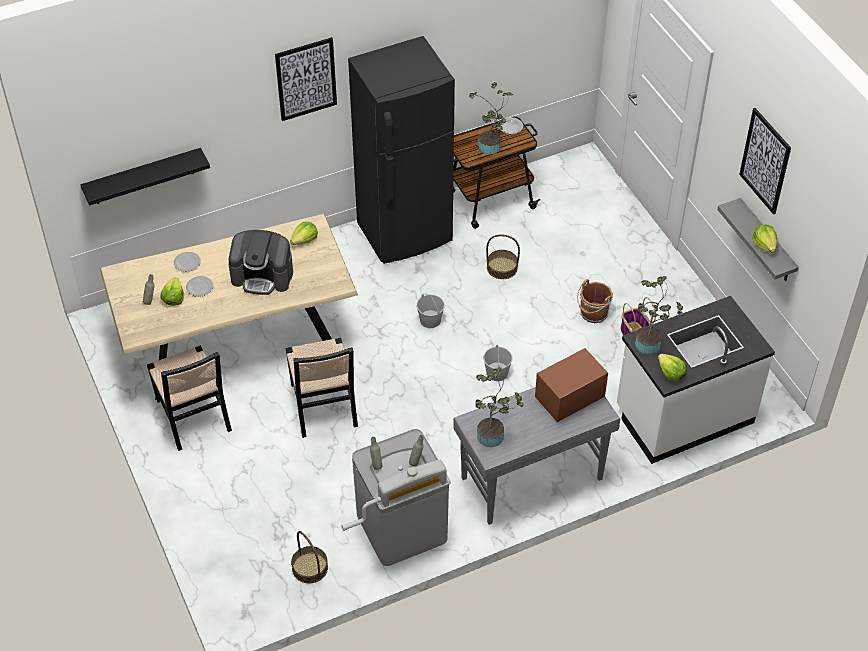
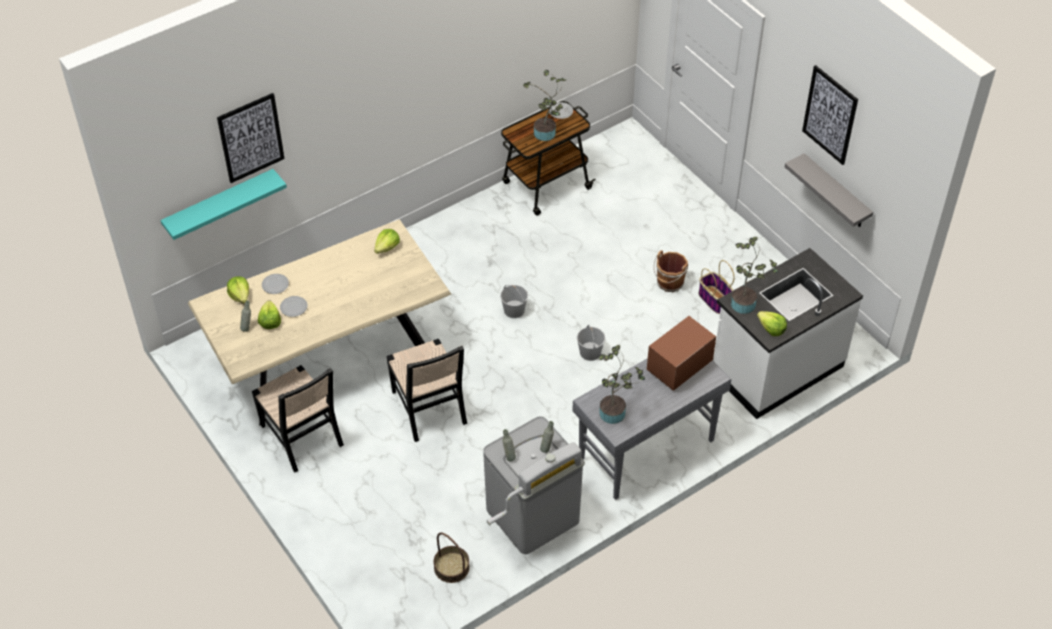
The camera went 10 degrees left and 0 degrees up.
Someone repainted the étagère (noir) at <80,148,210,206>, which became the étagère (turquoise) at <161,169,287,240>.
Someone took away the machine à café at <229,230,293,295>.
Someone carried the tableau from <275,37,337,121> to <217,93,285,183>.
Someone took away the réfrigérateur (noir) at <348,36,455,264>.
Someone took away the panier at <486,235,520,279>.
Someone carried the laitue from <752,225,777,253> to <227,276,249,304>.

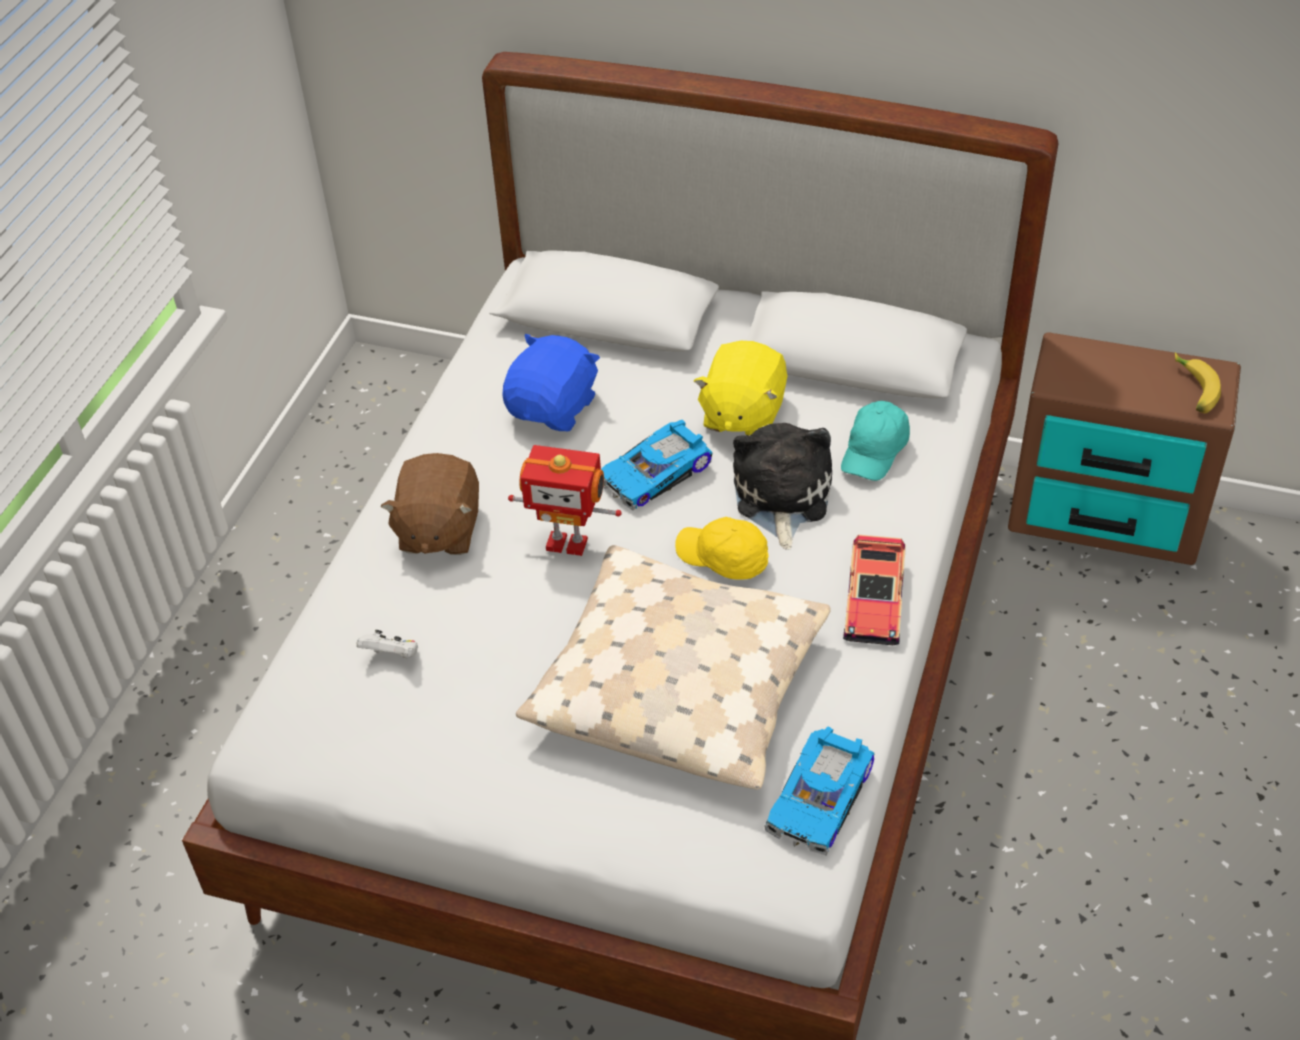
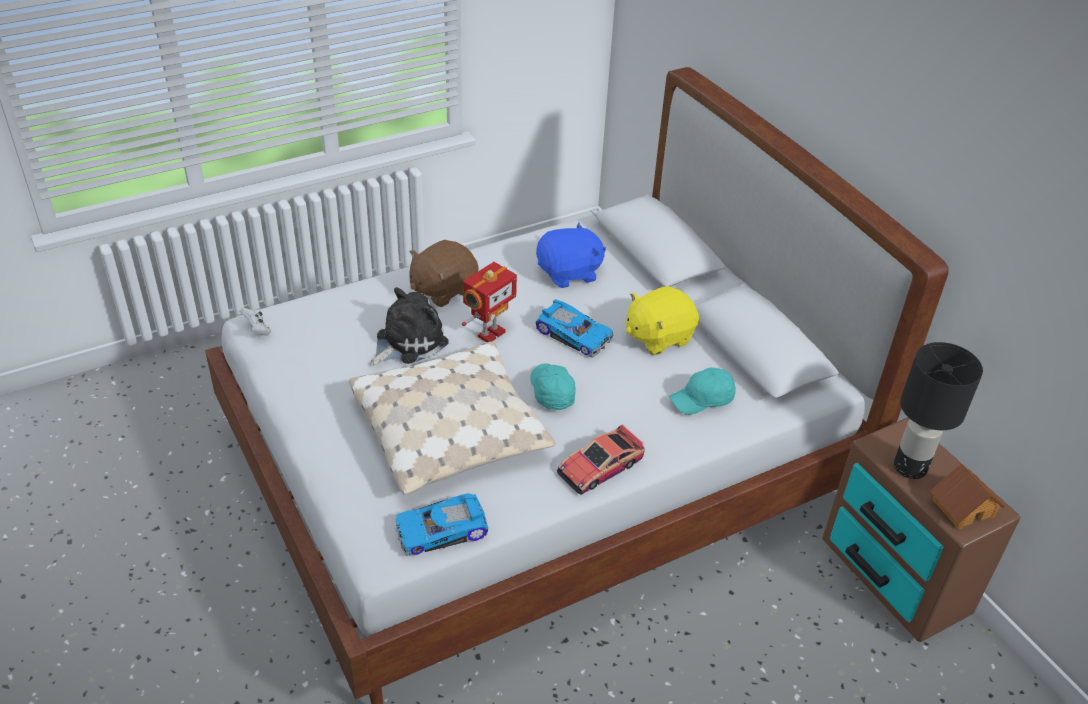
The camera went 40 degrees right and 5 degrees down.
Someone carried the manette (blanc) from <357,630,418,658> to <240,308,271,336>.
Someone rotated the robot jouet at <508,445,622,556> by 105 degrees counterclockwise.
Someone rotated the petite voiture at <601,420,712,511> by 150 degrees counterclockwise.
Someone repainted the casquette (jaune) at <675,517,769,580>, which became the casquette (turquoise) at <530,363,576,410>.
Someone carried the peluche from <733,423,832,550> to <371,287,449,366>.
Someone swapped the banane at <1175,352,1221,413> for the maison miniature at <930,463,1005,530>.
Someone put down the lampe de table (noir) at <894,342,983,479>.

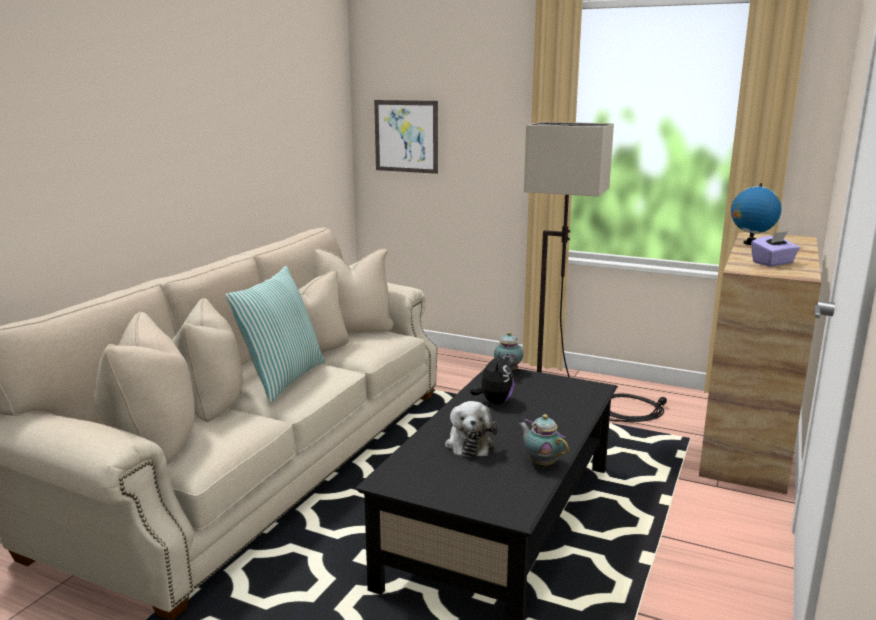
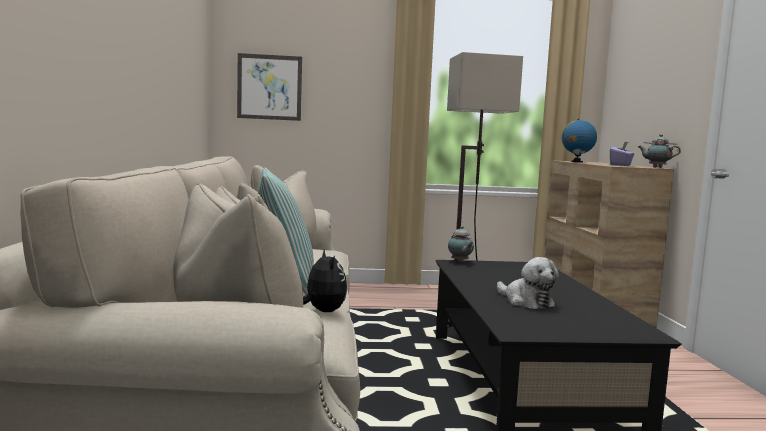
The camera went 30 degrees left and 10 degrees down.
Someone carried the peluche from <470,350,514,404> to <303,249,347,312>.
Someone carried the théière from <519,414,569,466> to <638,134,681,168>.

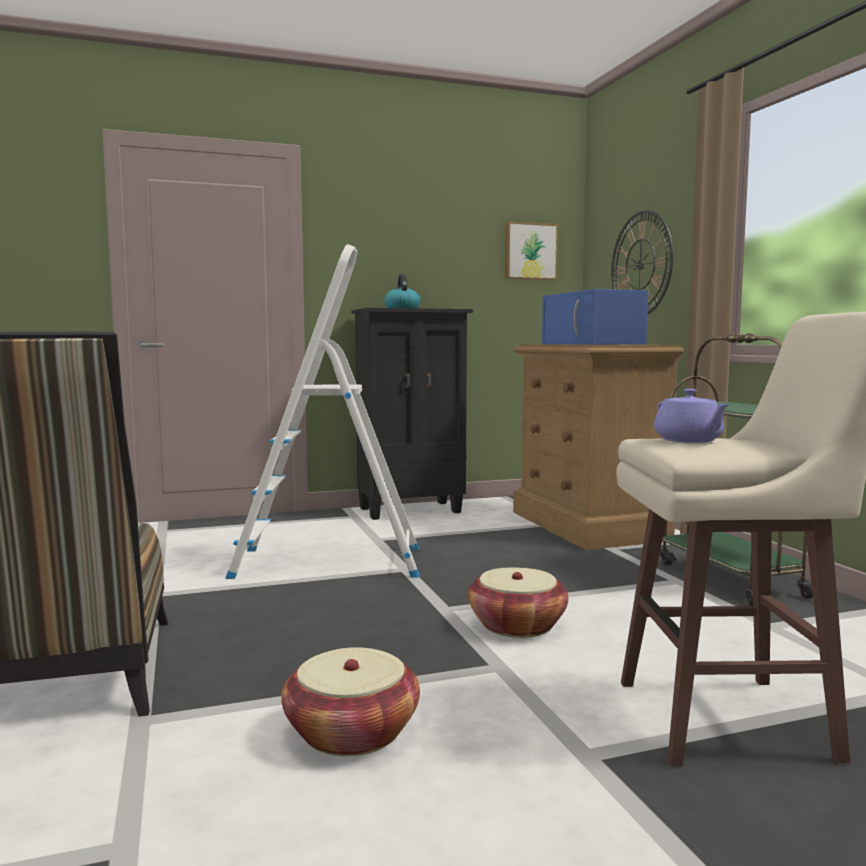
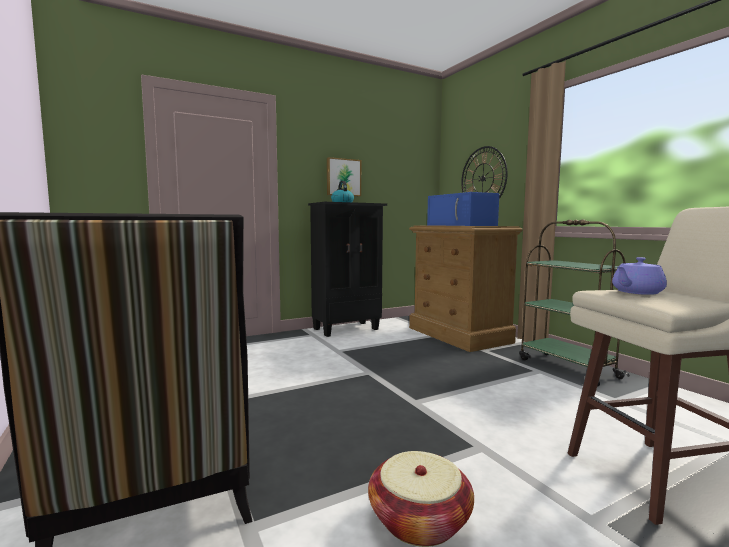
The camera went 10 degrees left and 0 degrees up.
Someone took away the escabeau (blanc) at <225,244,420,579>.
Someone took away the panier at <468,567,568,638>.
Someone carried the tableau from <505,221,558,280> to <327,157,361,197>.
Someone rotated the théière (violet) at <654,389,730,443> by 90 degrees clockwise.

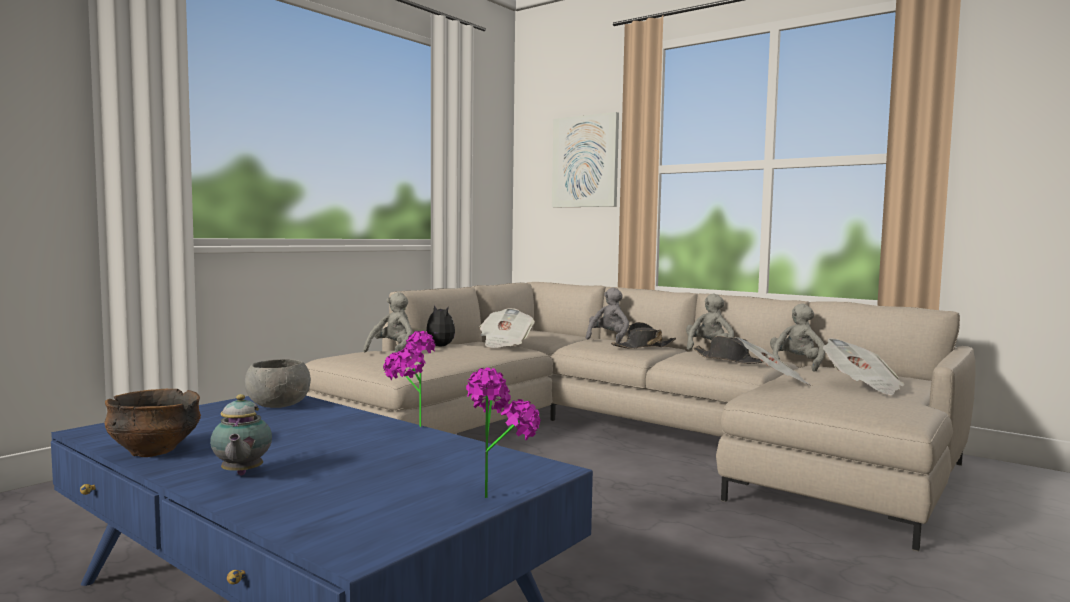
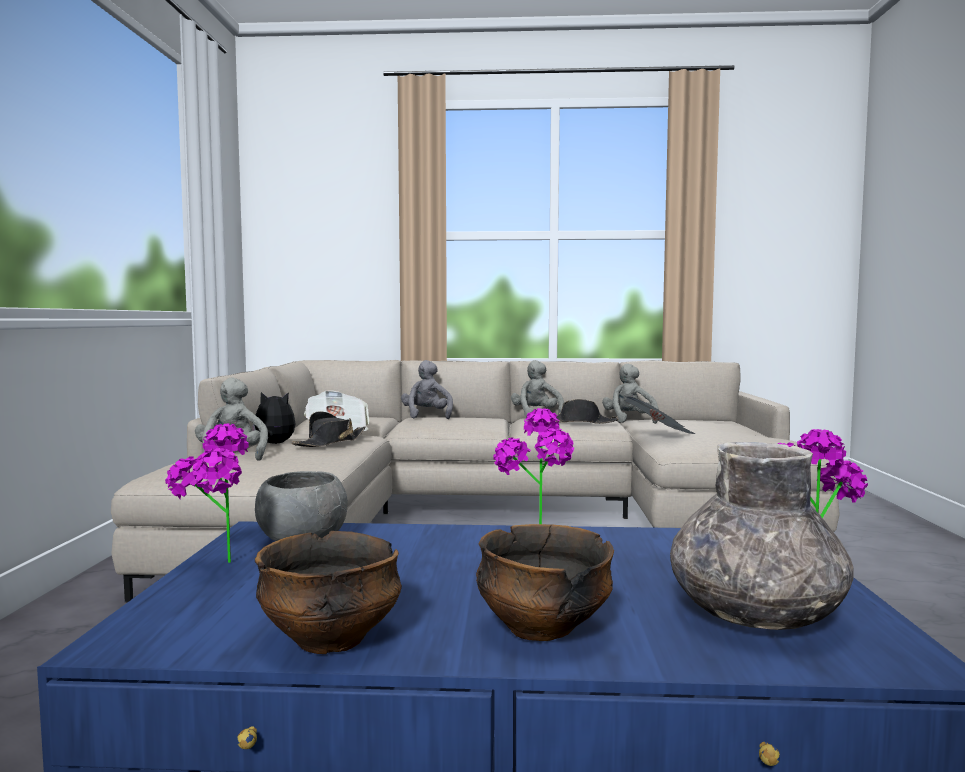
The camera went 35 degrees left and 0 degrees up.
Someone swapped the théière at <210,394,272,476> for the bol at <476,524,614,641>.
Someone took away the tableau at <552,112,619,207>.
Someone carried the chapeau (noir) from <611,322,676,349> to <291,411,366,447>.
Someone took away the journal at <823,338,904,395>.
Someone put down the plante en pot at <165,424,249,563>.
Someone put down the vase (gris) at <670,442,853,630>.

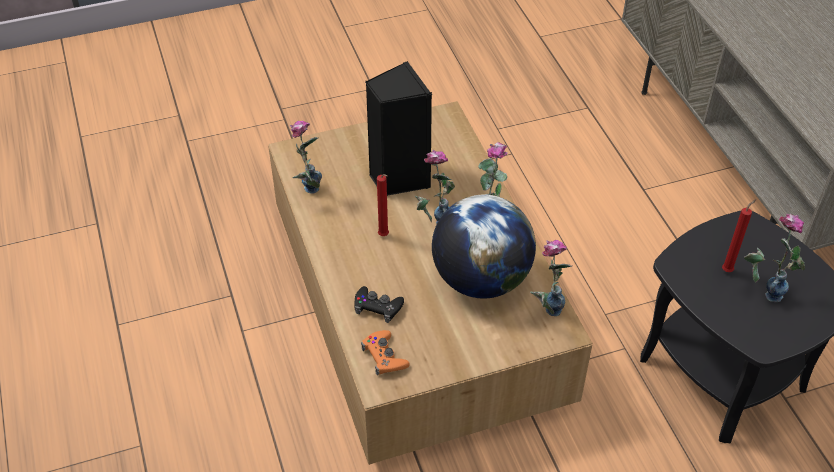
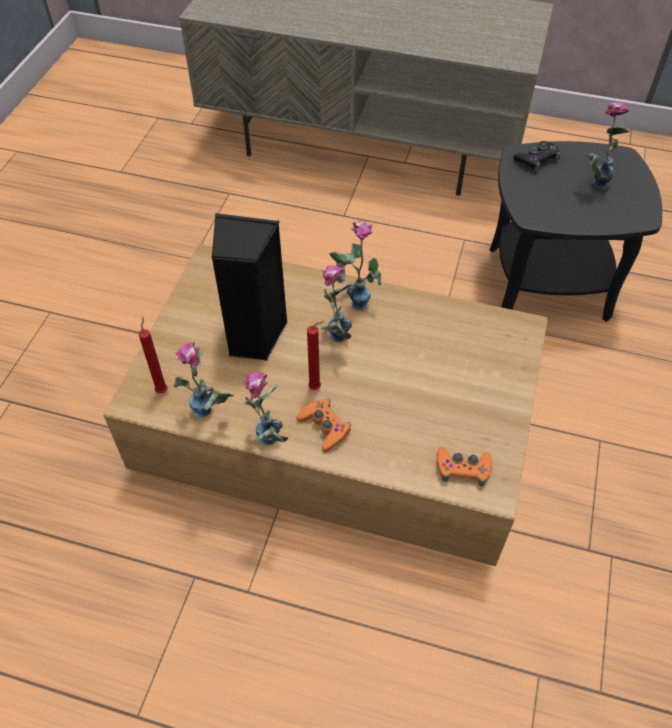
The camera went 55 degrees left and 5 degrees up.
Someone carried the manette (noir) from <354,286,404,323> to <513,141,561,171>.
Someone took away the globe at <432,194,536,299>.
Someone carried the vase from <530,240,572,316> to <242,373,288,445>.
Someone carried the bougie (rouge) from <722,199,756,272> to <139,318,167,393>.
Someone put down the manette (orange) at <297,399,351,453>.

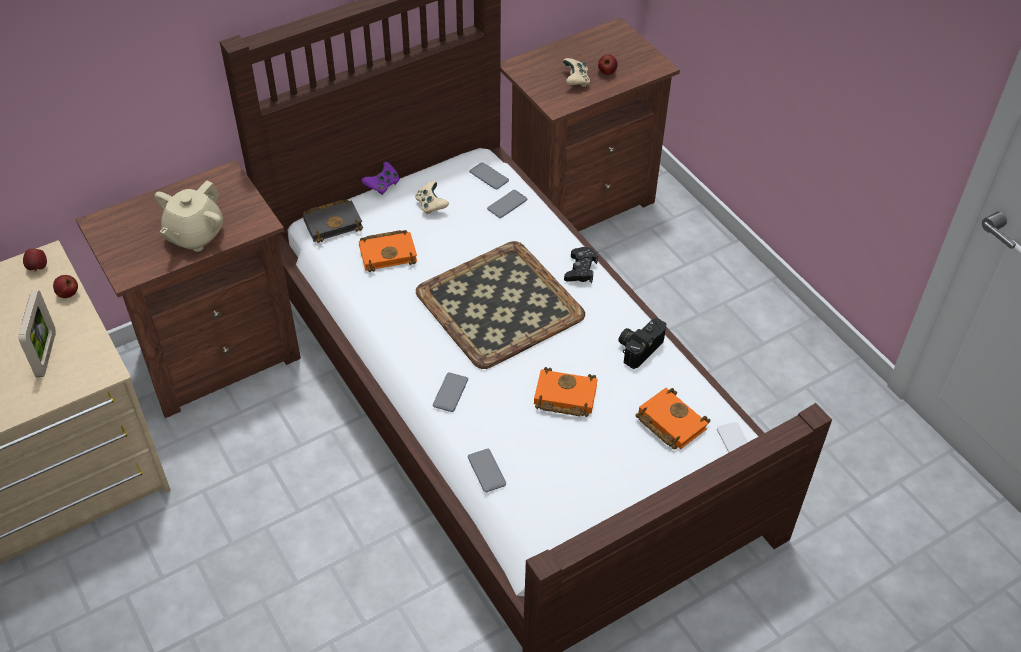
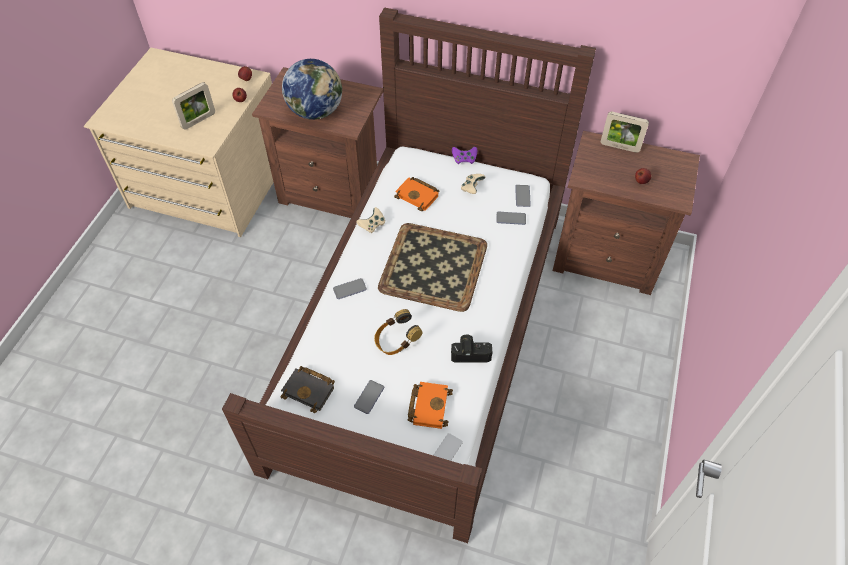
The camera went 50 degrees right and 5 degrees up.
Someone swapped the théière (beige) at <155,180,223,252> for the globe at <282,59,342,120>.
Someone carried the livre (noir) from <303,199,363,243> to <280,366,335,413>.
Someone carried the téléphone from <468,448,506,492> to <354,380,384,414>.
Someone swapped the livre (orange) at <534,367,598,417> for the casque audio at <374,309,423,355>.
Someone carried the manette (beige) from <563,58,590,87> to <356,207,385,233>.
Someone took away the manette (noir) at <564,247,598,283>.
Someone put down the cadre photo at <601,112,649,153>.

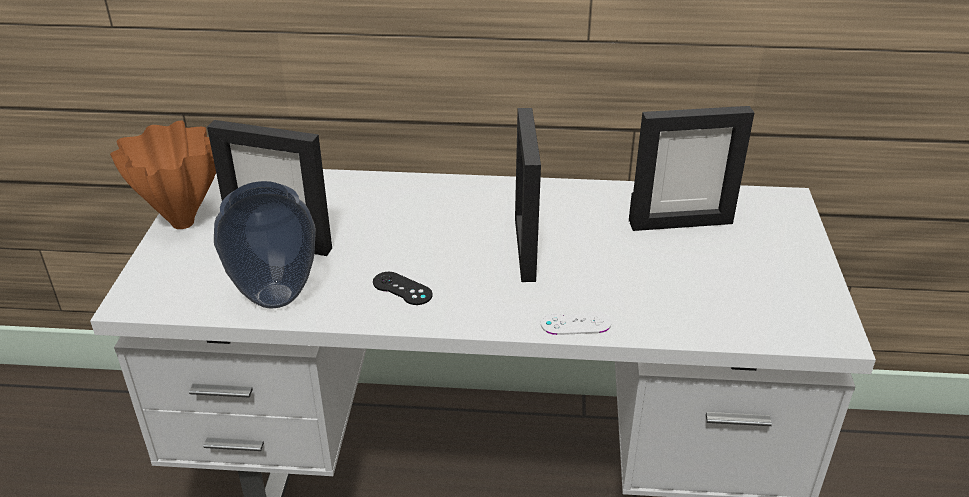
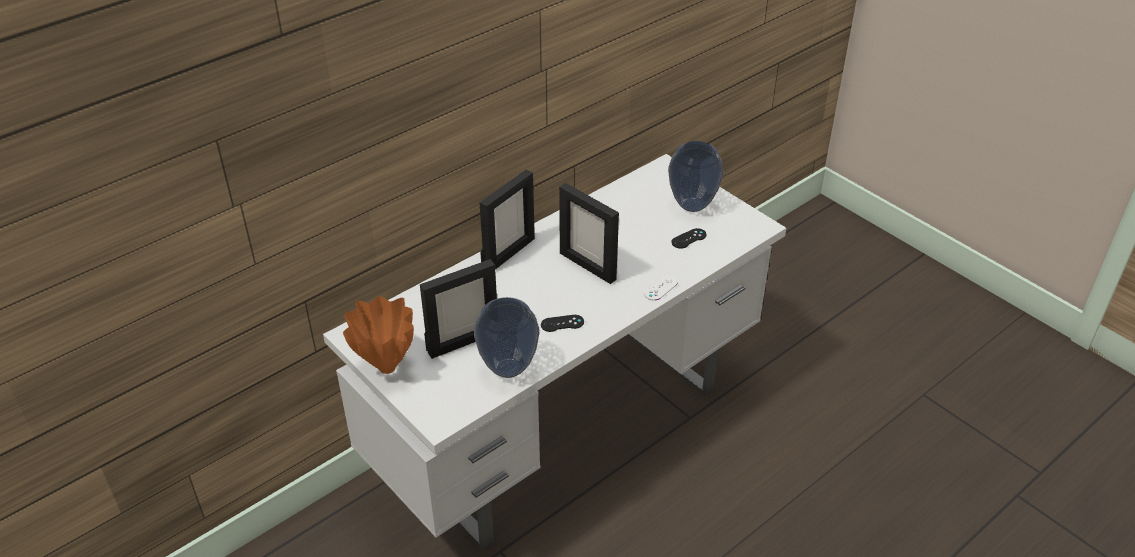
The camera went 45 degrees left and 5 degrees up.
Someone carried the cadre photo from <629,106,755,231> to <480,170,535,270>.
Someone put down the vase at <668,141,724,212>.
Someone put down the manette (noir) at <671,228,707,249>.

